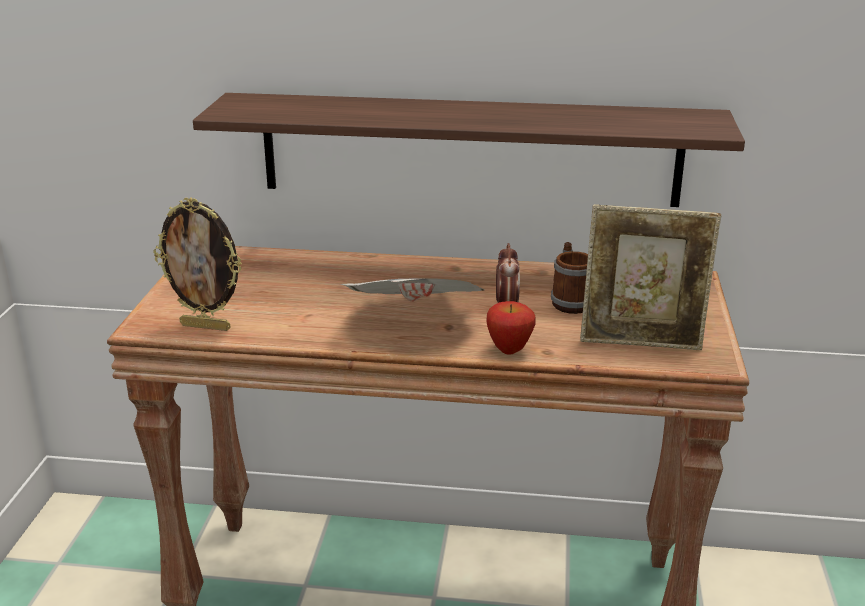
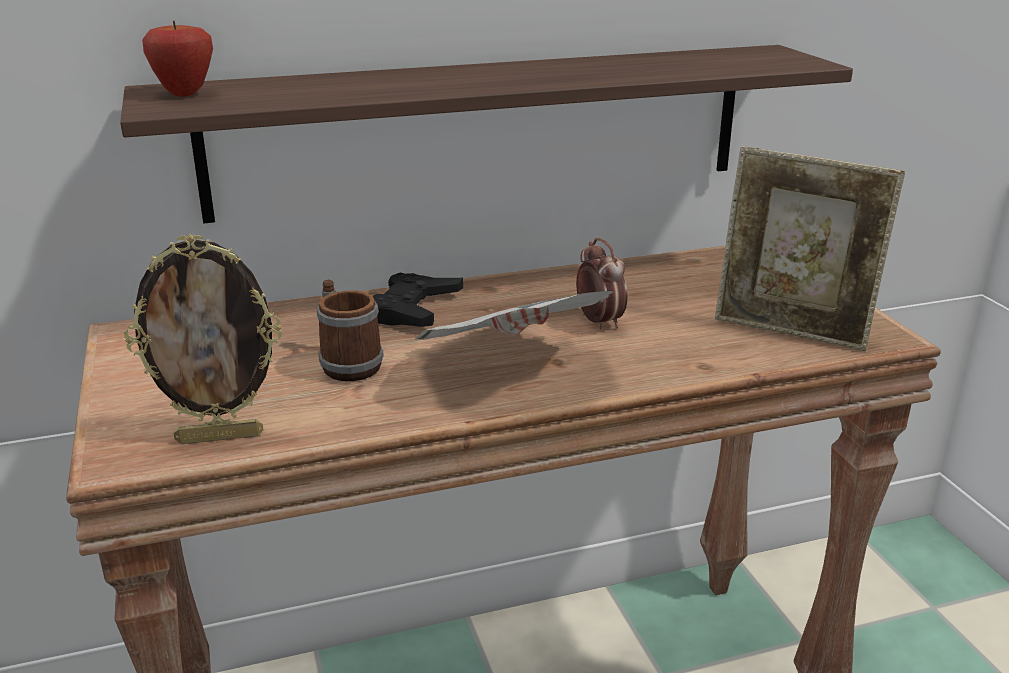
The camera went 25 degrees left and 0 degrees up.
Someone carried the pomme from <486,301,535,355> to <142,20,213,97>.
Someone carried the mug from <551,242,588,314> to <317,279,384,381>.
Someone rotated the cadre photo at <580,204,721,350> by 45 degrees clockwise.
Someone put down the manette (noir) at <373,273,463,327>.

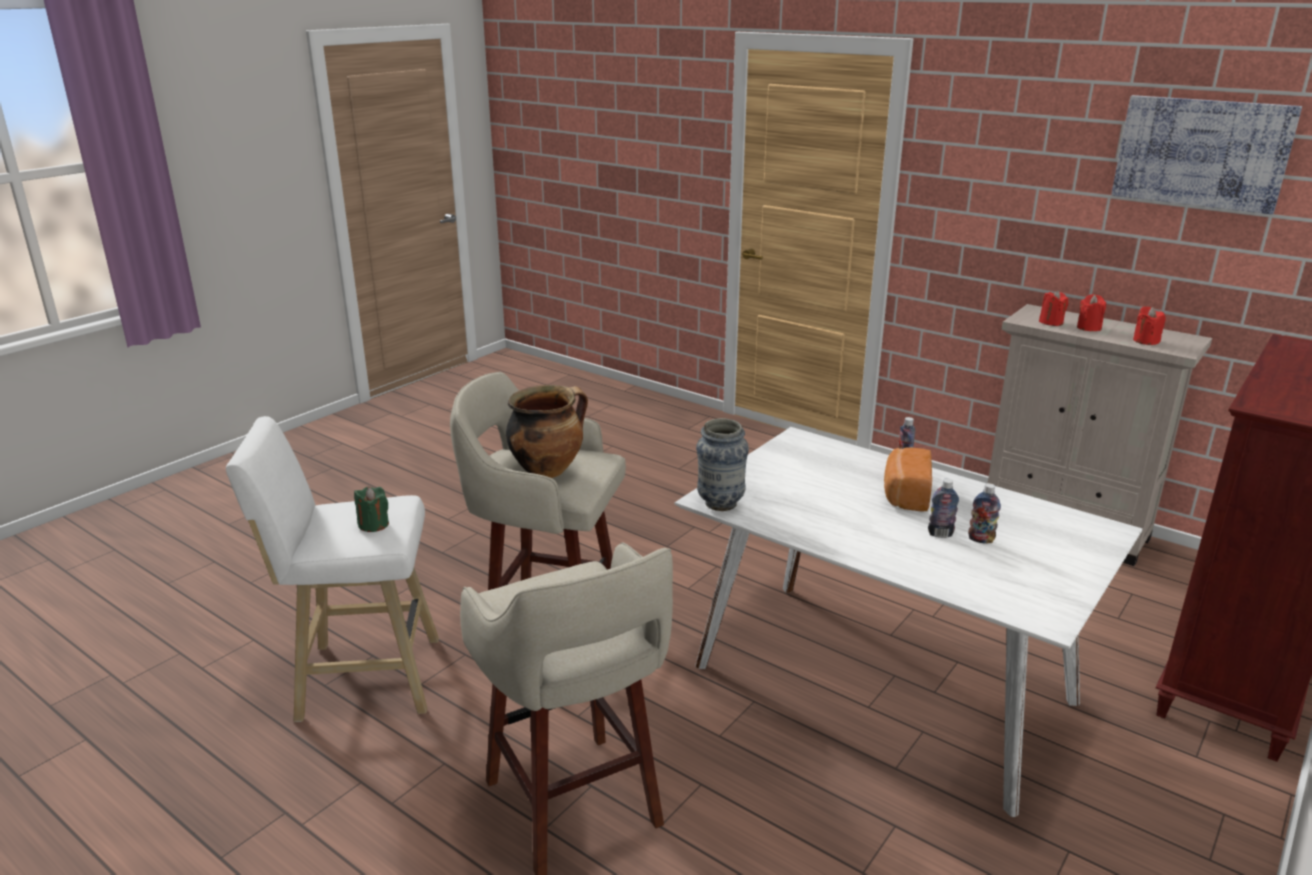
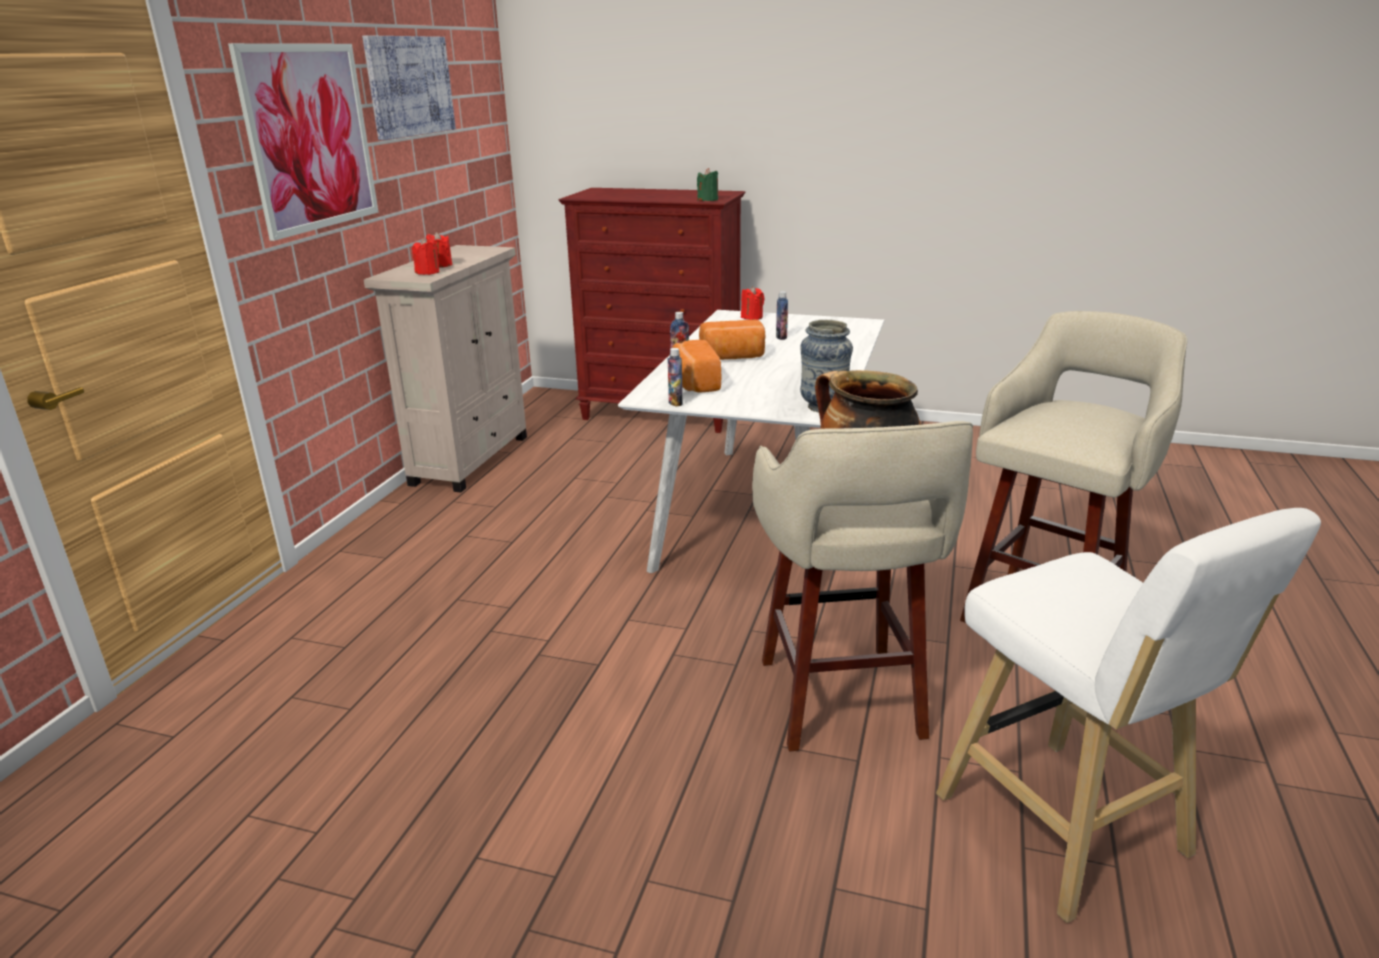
The camera went 110 degrees left and 0 degrees up.
Someone carried the bougie (vert) from <354,487,389,532> to <697,168,718,201>.
Someone carried the bouteille from <928,478,959,538> to <668,348,683,407>.
Someone carried the bougie (rouge) from <1133,306,1166,345> to <741,286,765,320>.
Someone put up the tableau at <228,43,379,241>.
Someone put down the pain at <673,340,721,393>.

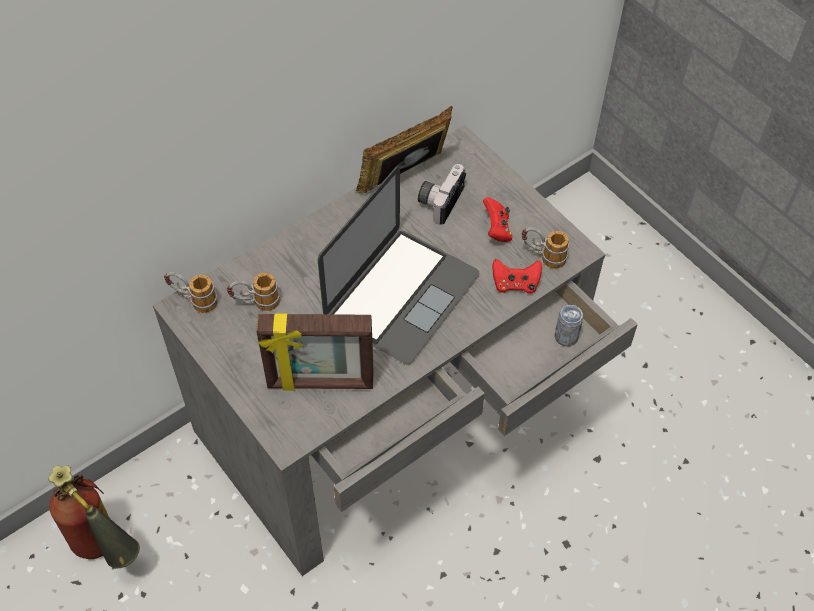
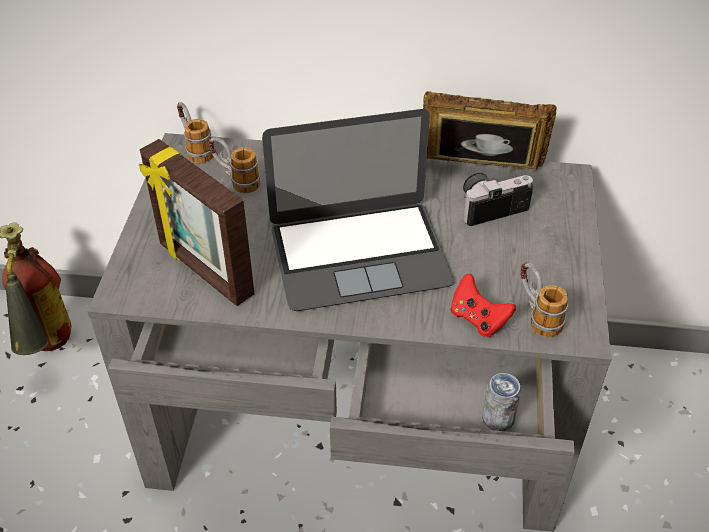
The camera went 45 degrees right and 10 degrees down.
Someone took away the manette (rouge) at <483,197,512,242>.

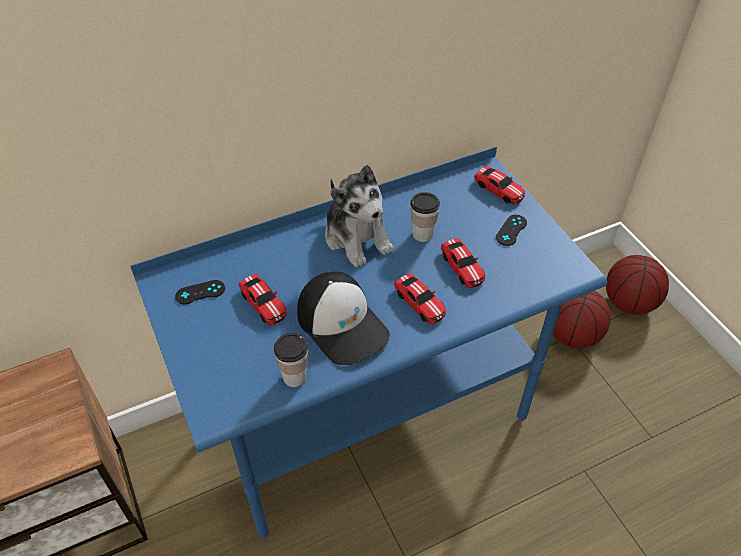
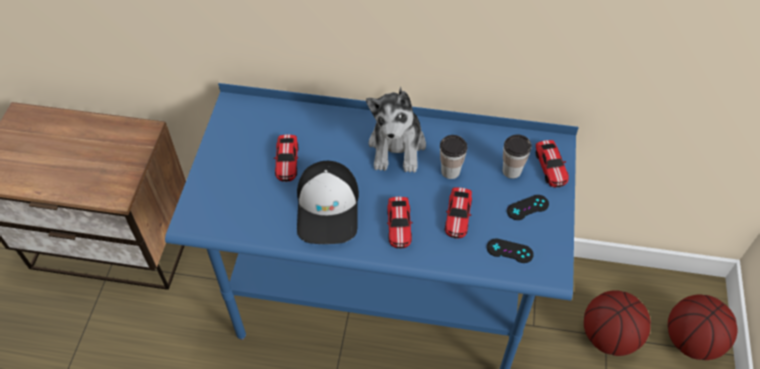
The camera went 35 degrees right and 5 degrees up.
Someone carried the manette (noir) from <175,280,225,305> to <487,239,534,263>.
Someone carried the tasse from <274,333,308,387> to <503,134,532,179>.

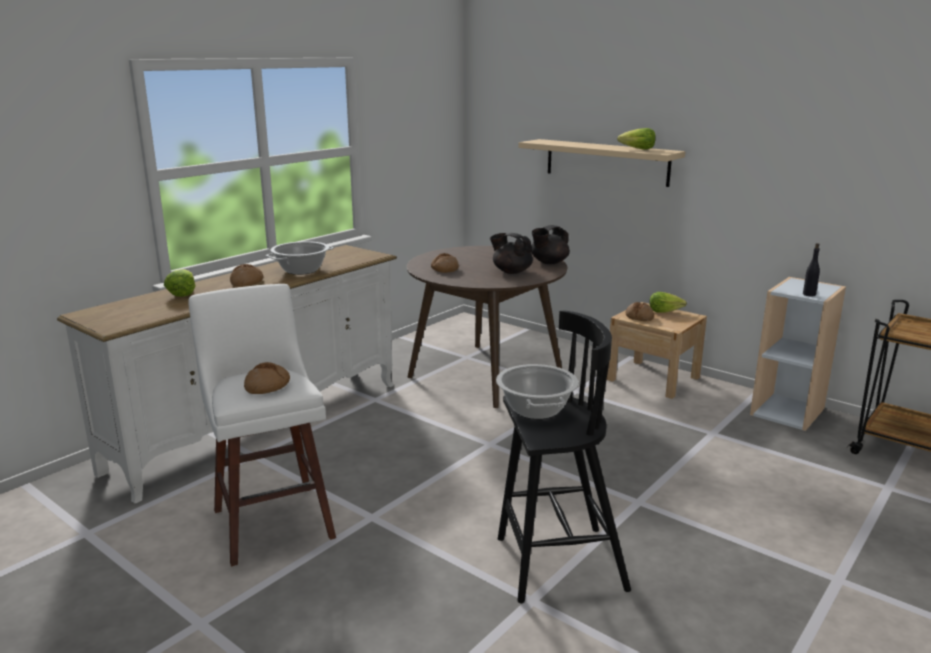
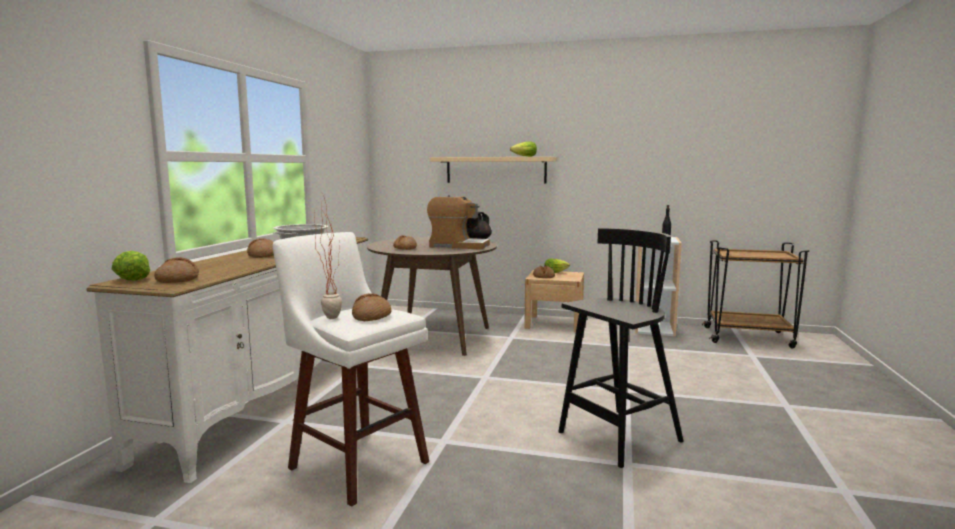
The camera went 25 degrees left and 10 degrees down.
Someone carried the laitue from <164,269,195,297> to <112,251,150,281>.
Someone swapped the théière (noir) at <490,233,533,274> for the machine à café at <427,195,490,249>.
Someone took away the marmite at <496,364,579,419>.
Someone put down the pain at <154,257,199,283>.
Someone put down the plante en pot at <314,195,342,319>.

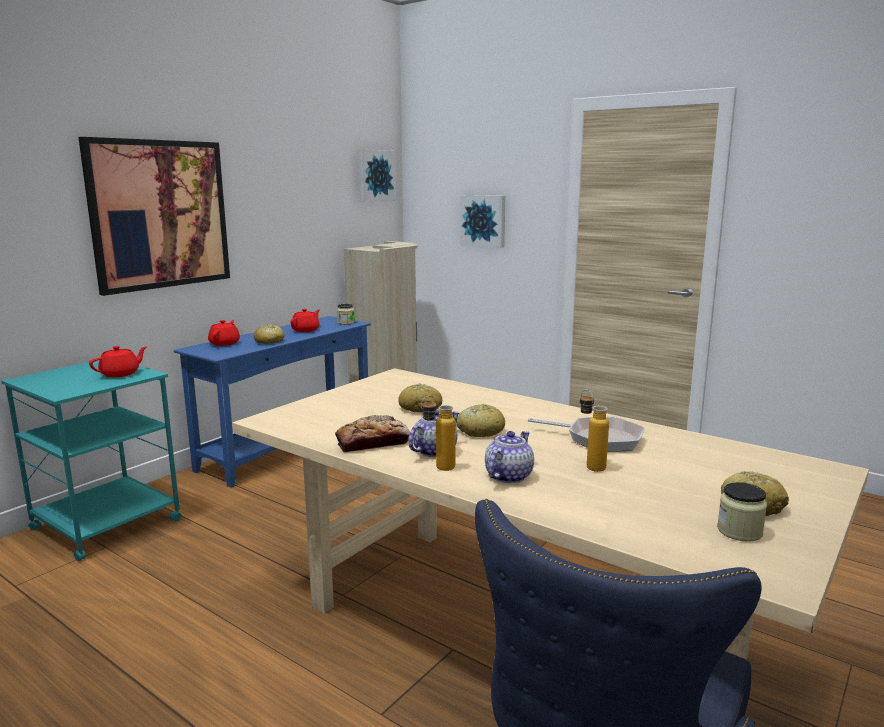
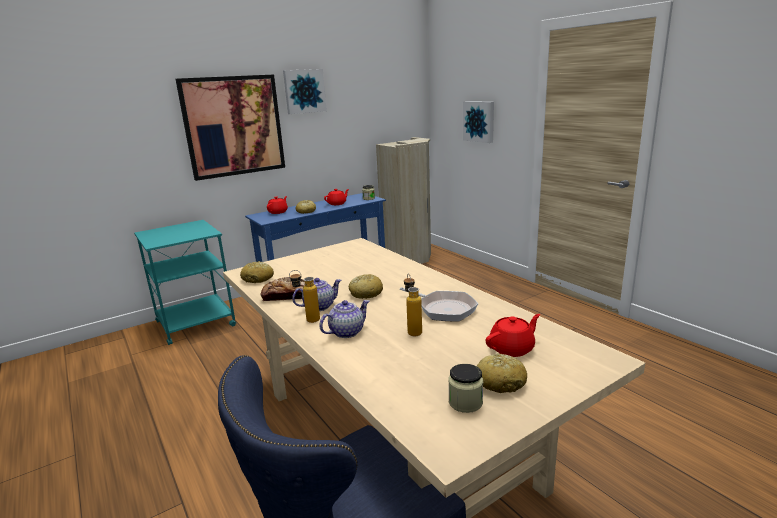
The camera went 20 degrees right and 5 degrees up.
Someone carried the théière (rouge) from <89,346,148,377> to <486,314,541,357>.
Someone carried the tableau from <358,149,396,201> to <283,69,327,114>.
Someone carried the pain from <398,383,442,412> to <240,261,274,283>.

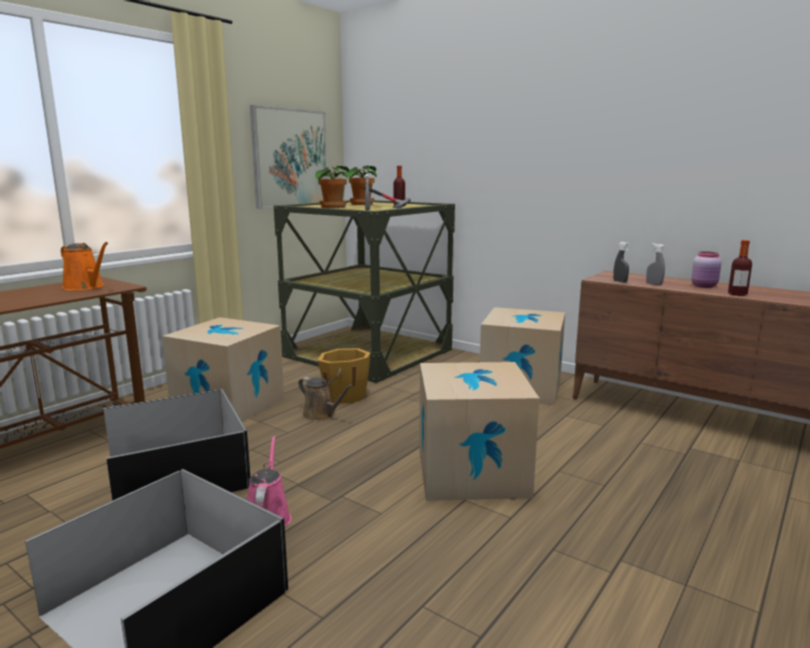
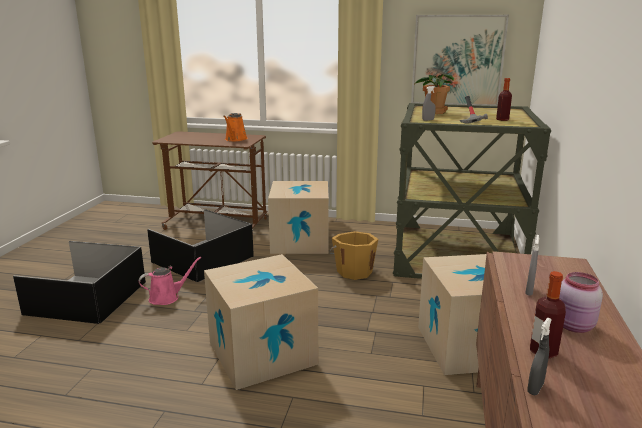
The camera went 65 degrees right and 5 degrees up.
Someone took away the arrosoir (marron) at <298,377,353,421>.
Someone took away the plante en pot at <347,166,377,205>.
Someone carried the vaporisateur (gris) from <613,242,630,283> to <527,318,552,395>.

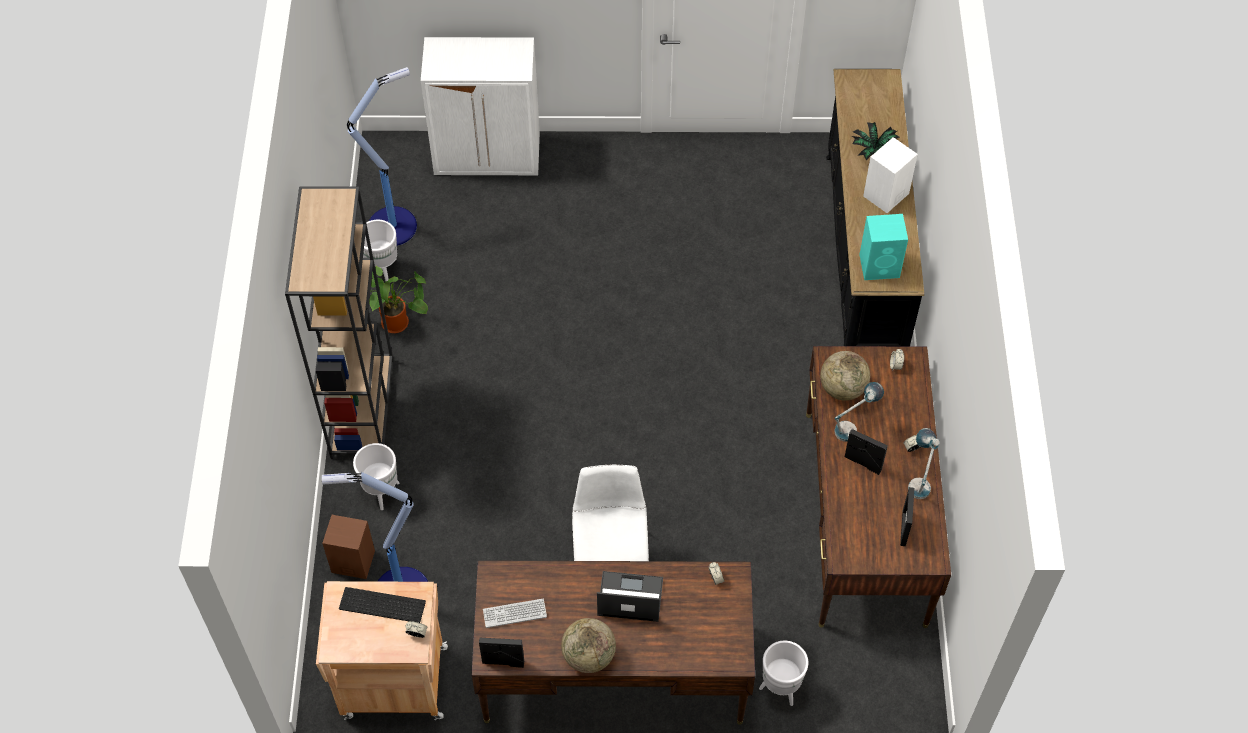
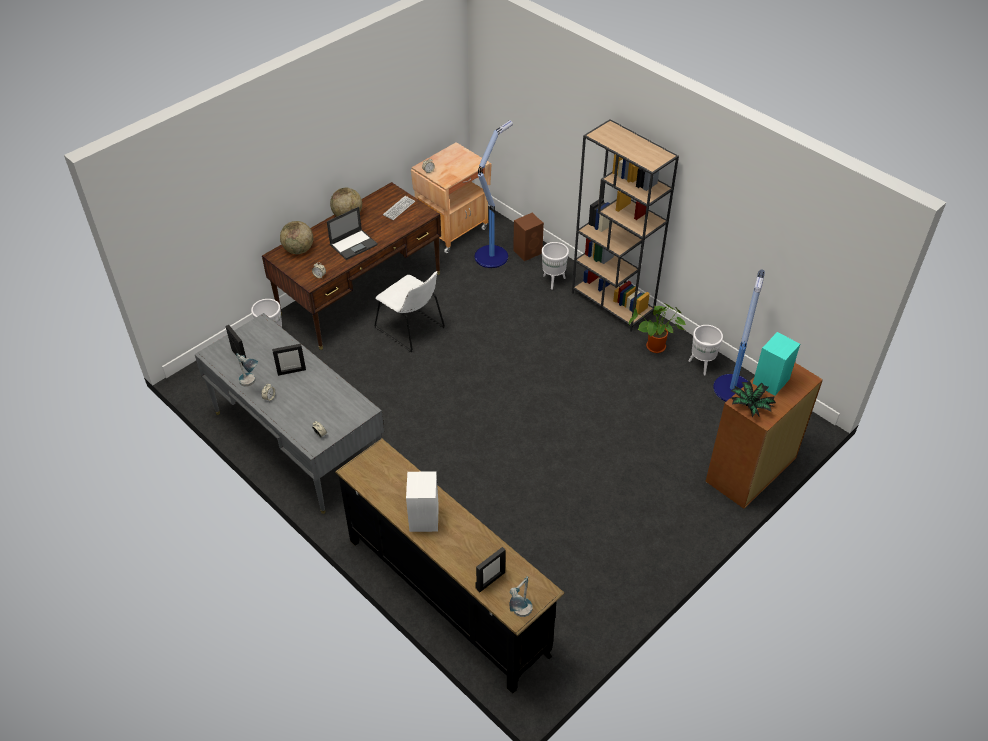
The camera went 135 degrees right and 10 degrees down.
Someone took away the clavier at <339,587,426,623>.
Someone repainted the meuble de rangement (blanc) at <421,37,540,175>, which became the meuble de rangement (marron) at <705,363,823,509>.
Someone carried the cadre photo from <479,638,524,668> to <475,547,506,593>.
Someone repainted the bureau (marron) at <806,346,951,628>, which became the bureau (gris) at <195,313,384,514>.
Someone carried the globe from <820,351,870,401> to <280,221,313,254>.
Someone carried the lampe de table from <835,382,884,442> to <510,577,533,617>.
Someone carried the plante en pot from <852,122,899,160> to <731,381,776,417>.
Someone carried the enceinte (turquoise) from <859,214,908,280> to <753,332,800,396>.

